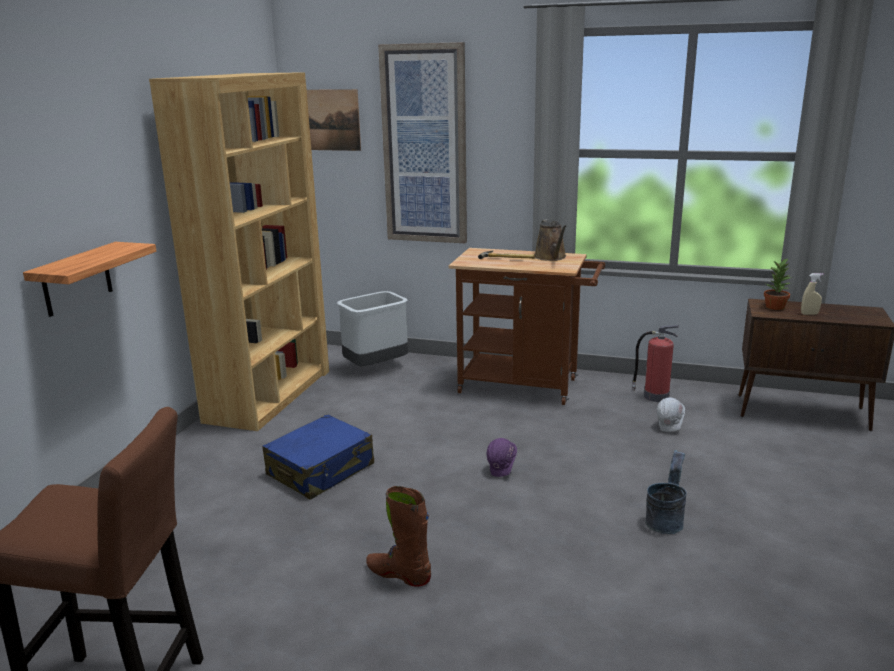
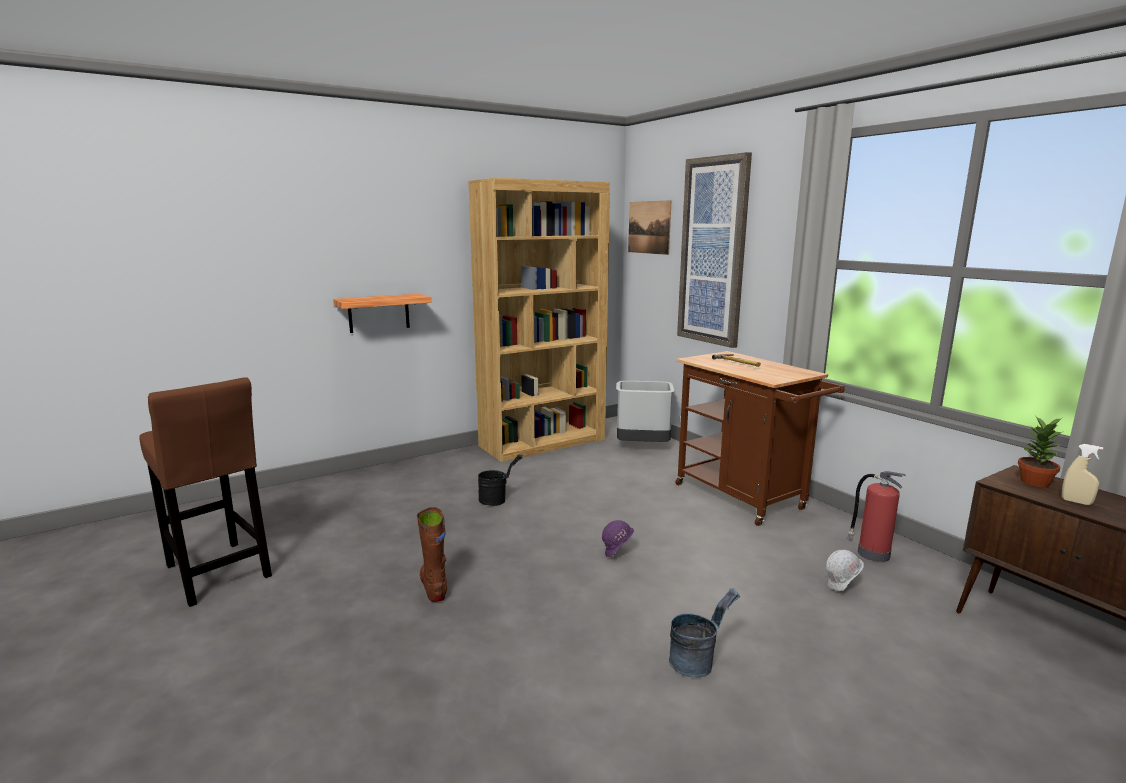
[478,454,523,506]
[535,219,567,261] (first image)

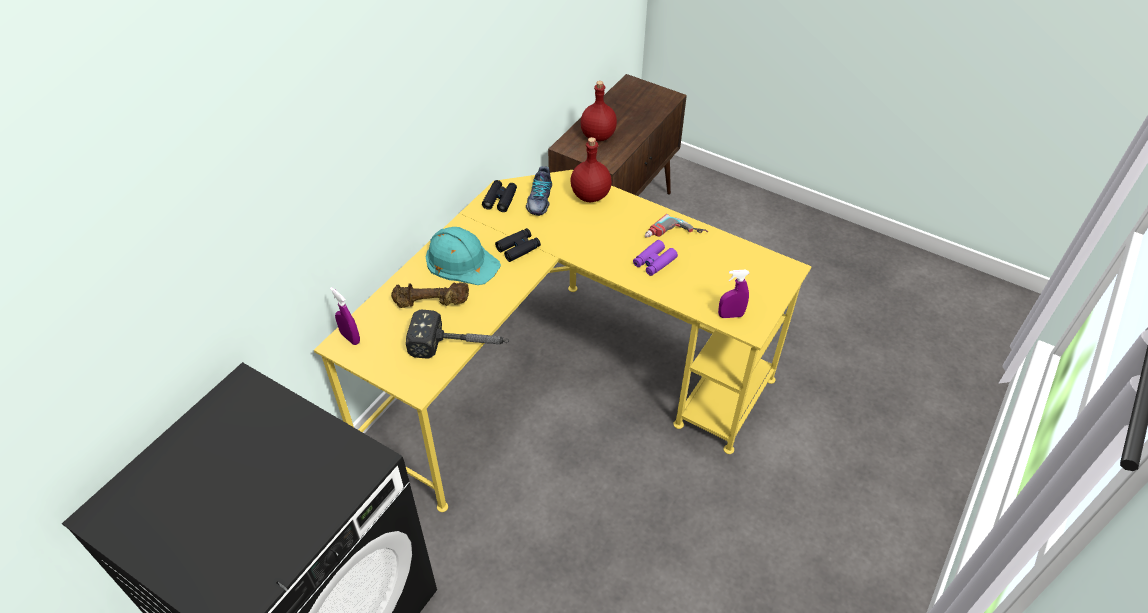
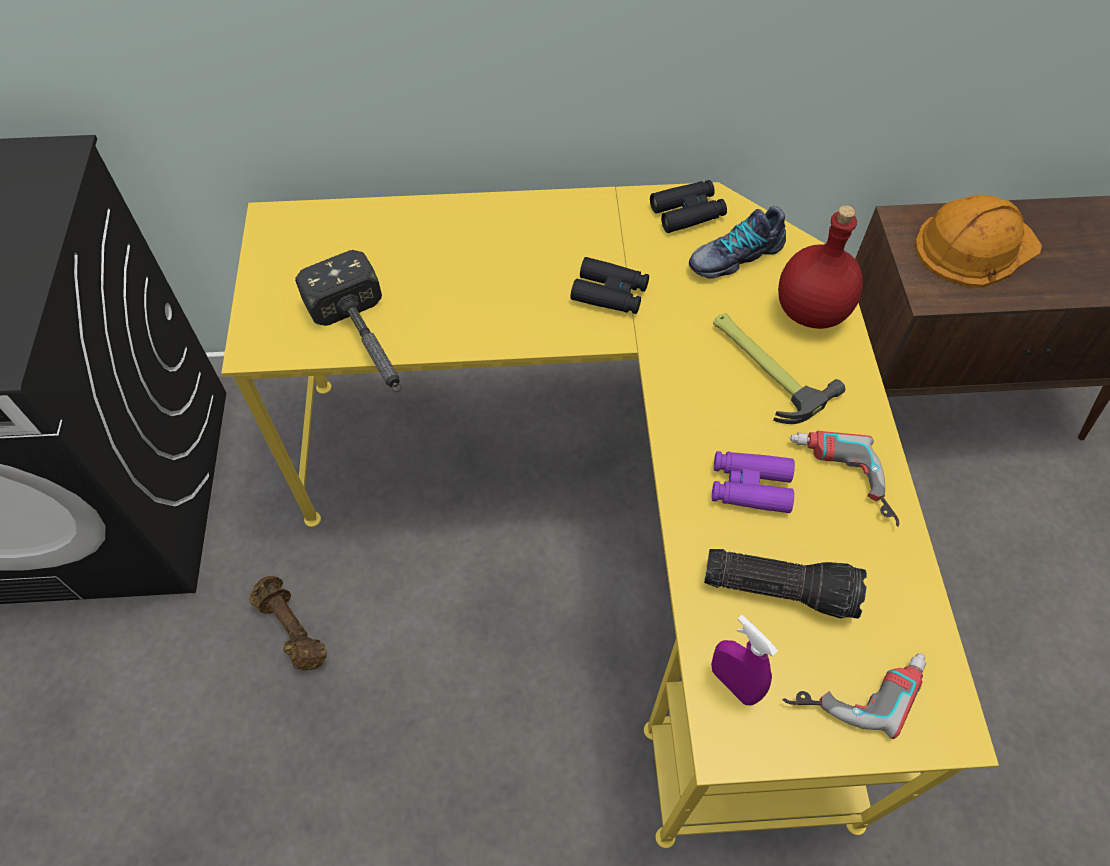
[330,287,360,345] (first image)
[249,576,327,670]
[426,227,501,285] (first image)
[915,195,1042,288]
[704,549,867,619]
[713,313,845,424]
[783,653,926,739]

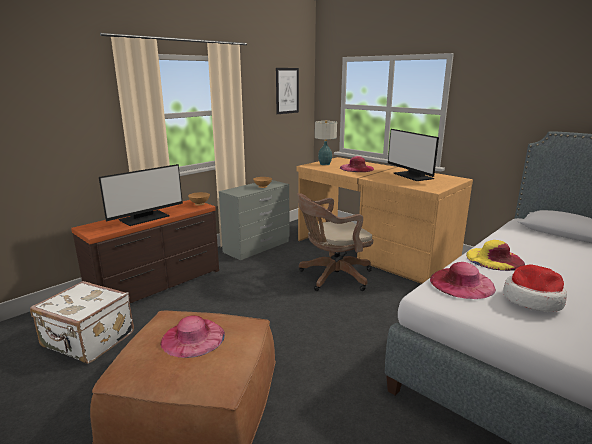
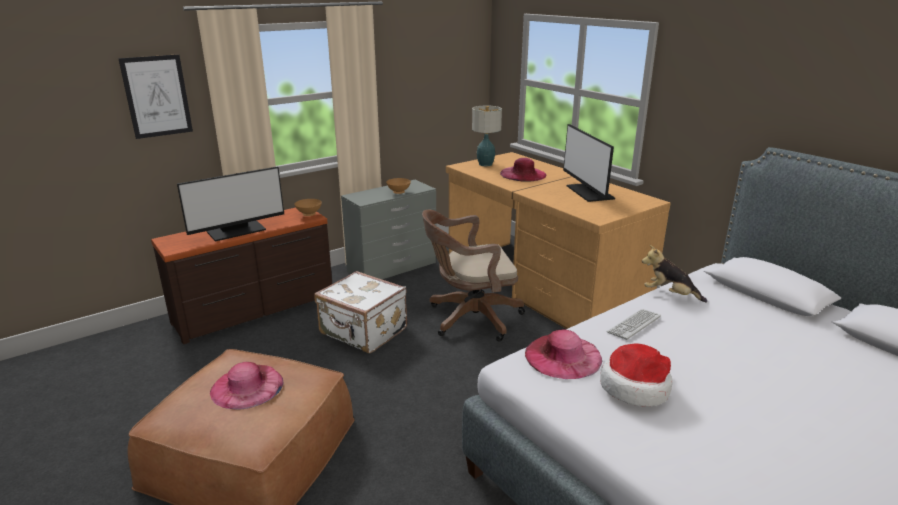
[314,271,407,353]
[118,54,193,139]
[607,309,661,340]
[642,245,707,303]

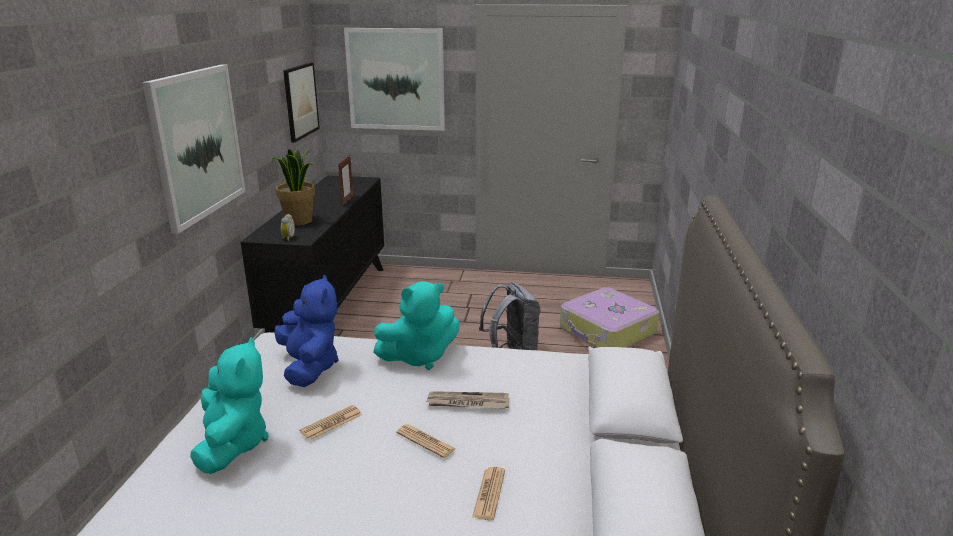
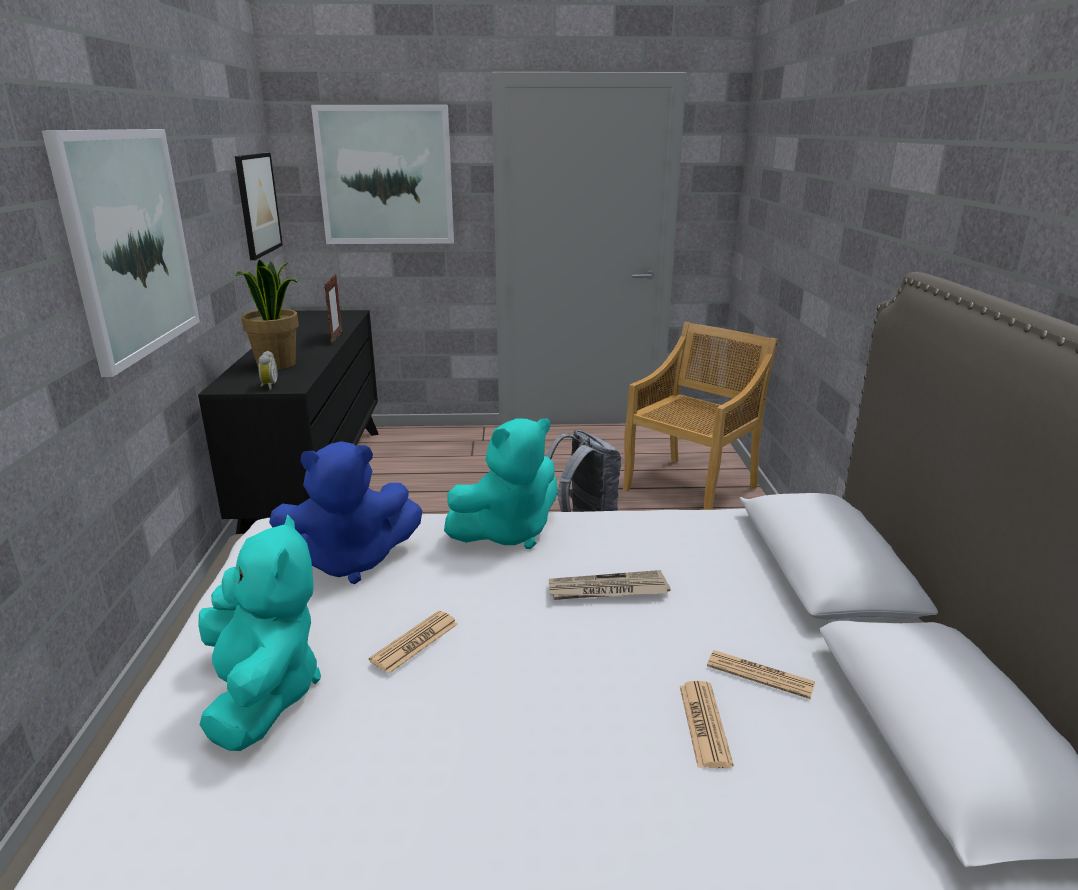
[269,441,422,584]
[707,650,815,699]
[623,321,778,510]

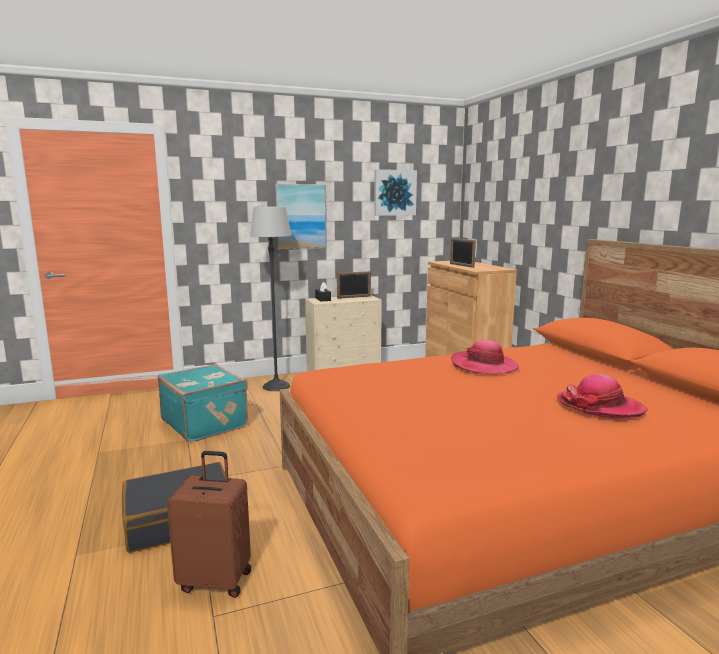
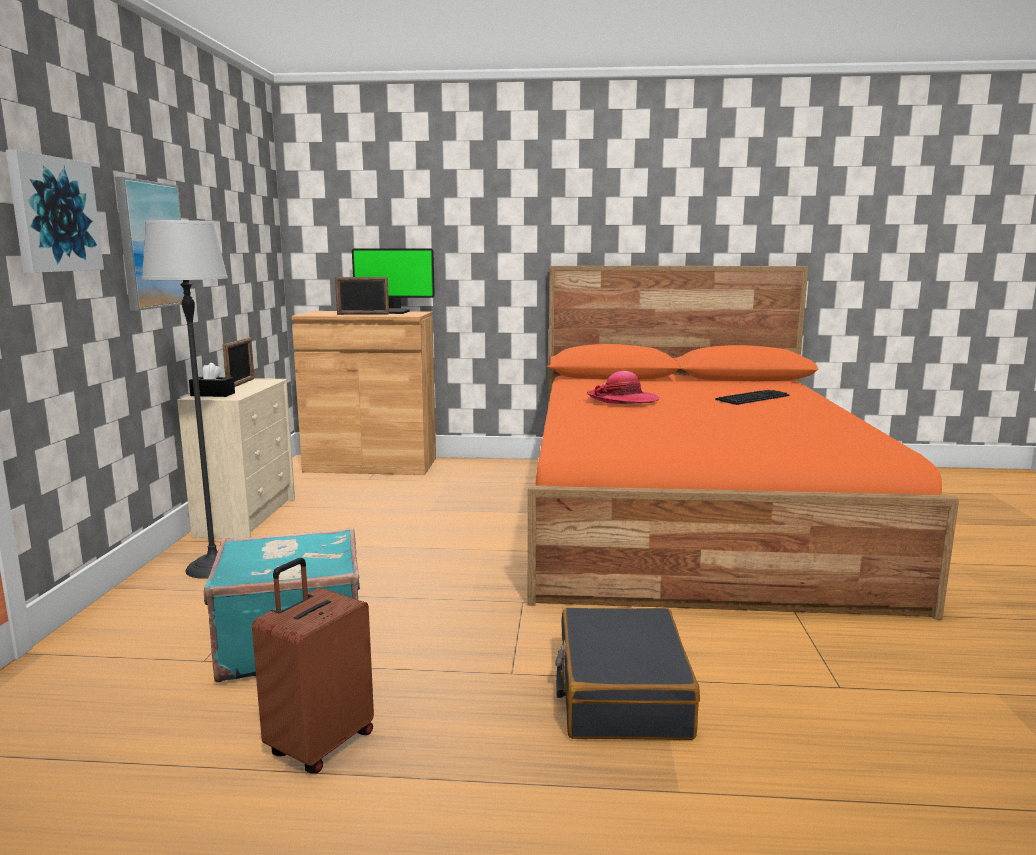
[252,558,374,773]
[6,150,104,273]
[715,390,790,405]
[352,249,435,314]

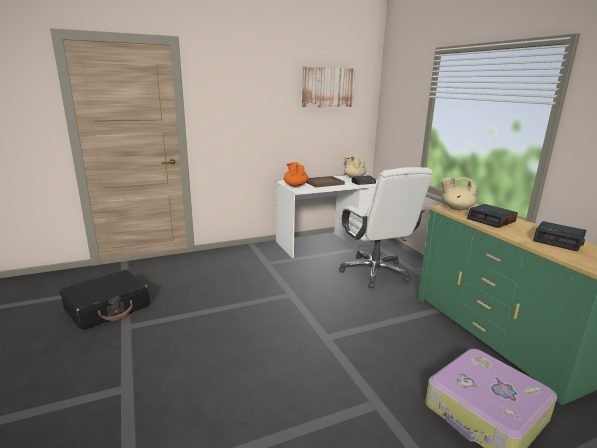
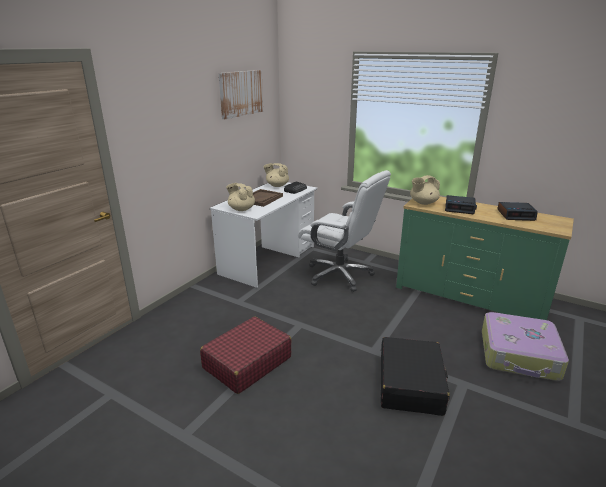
[381,337,450,416]
[226,183,255,211]
[200,316,292,394]

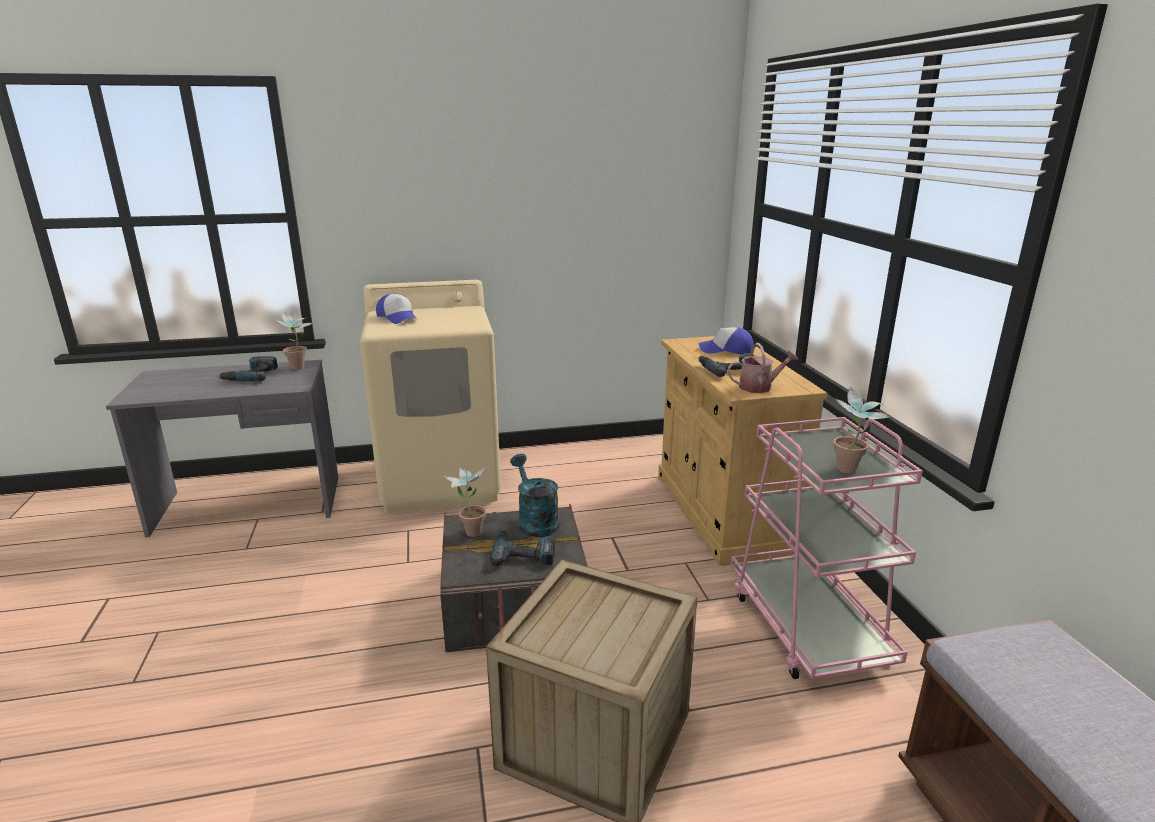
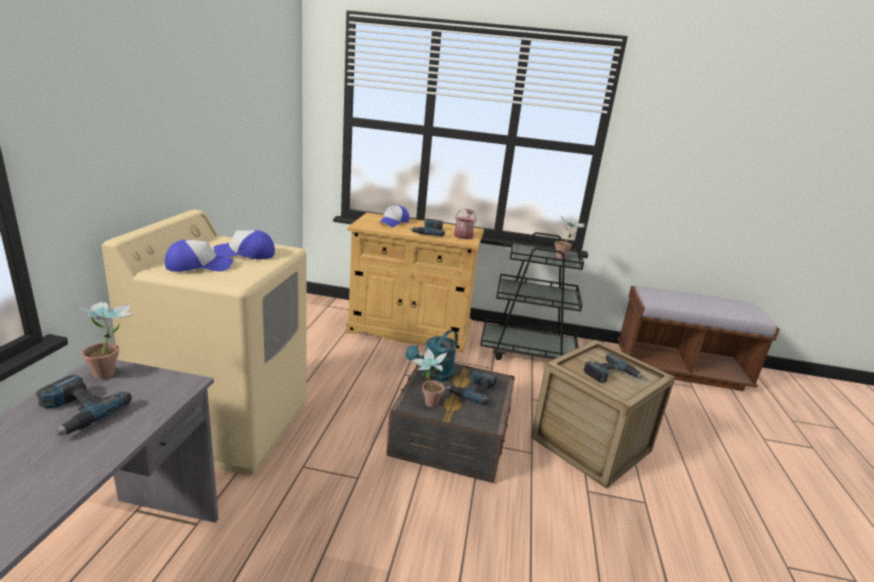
[406,330,458,381]
[480,232,584,360]
[214,230,275,259]
[584,354,644,383]

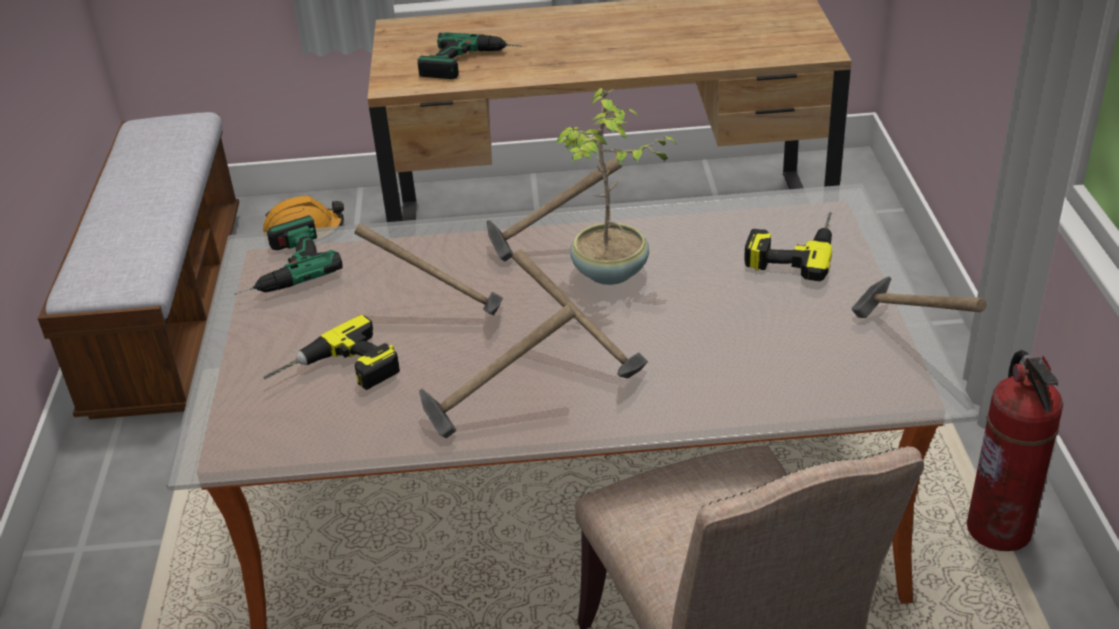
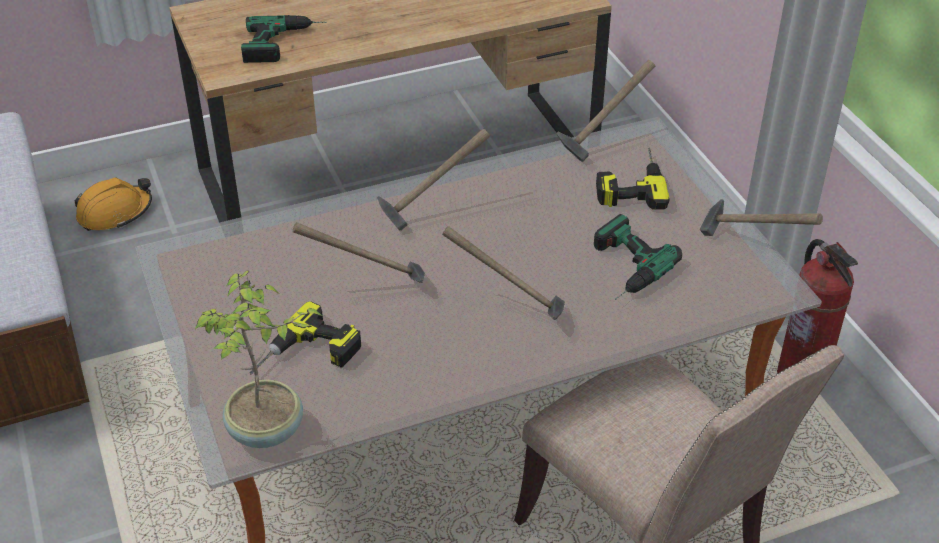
[594,214,682,300]
[556,60,655,162]
[195,270,322,448]

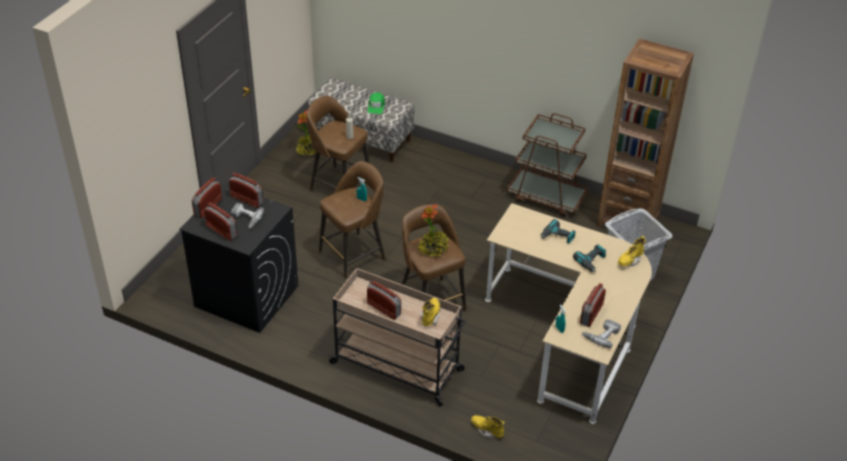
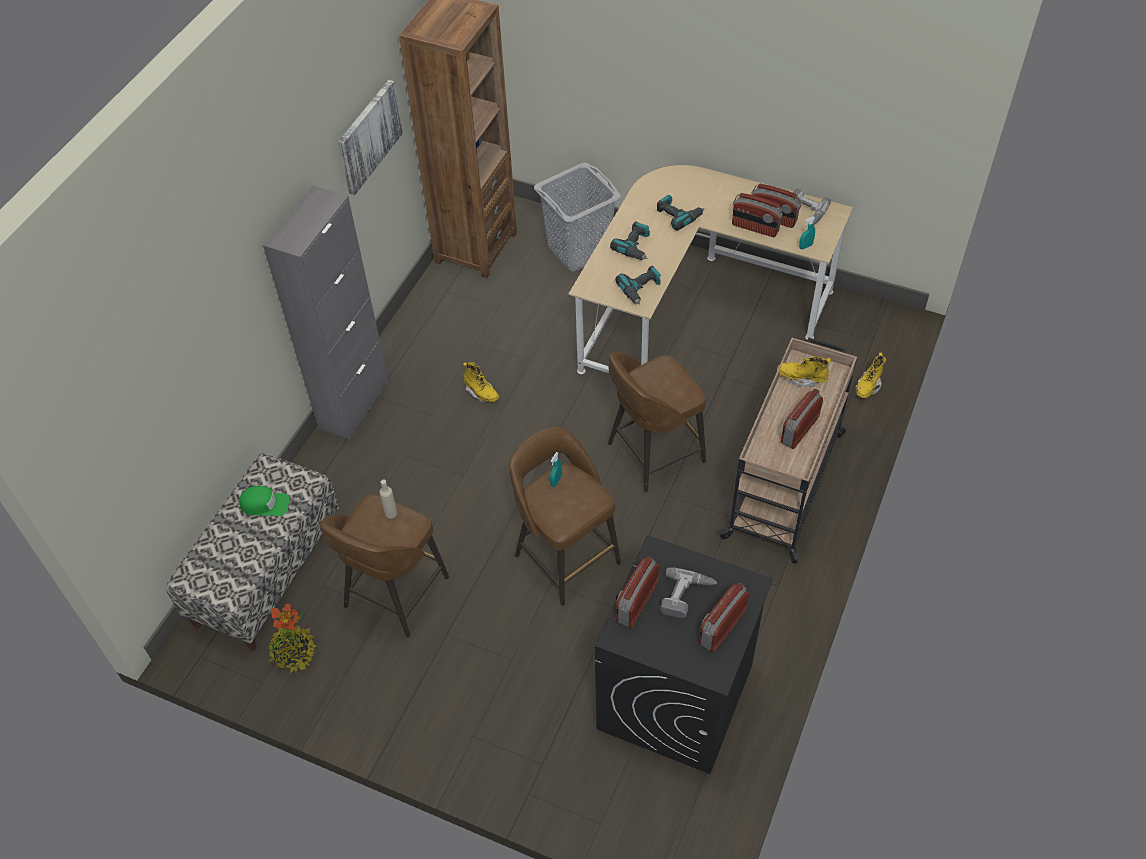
[732,193,783,237]
[418,204,448,257] (first image)
[507,113,588,218] (first image)
[463,362,499,402]
[263,186,389,439]
[338,80,403,195]
[615,265,661,305]

